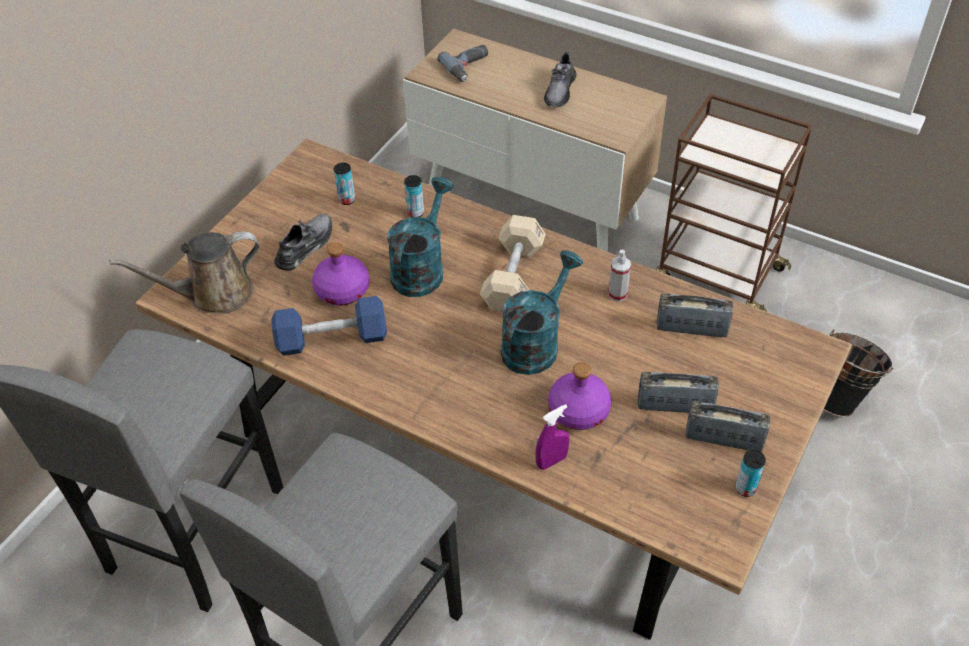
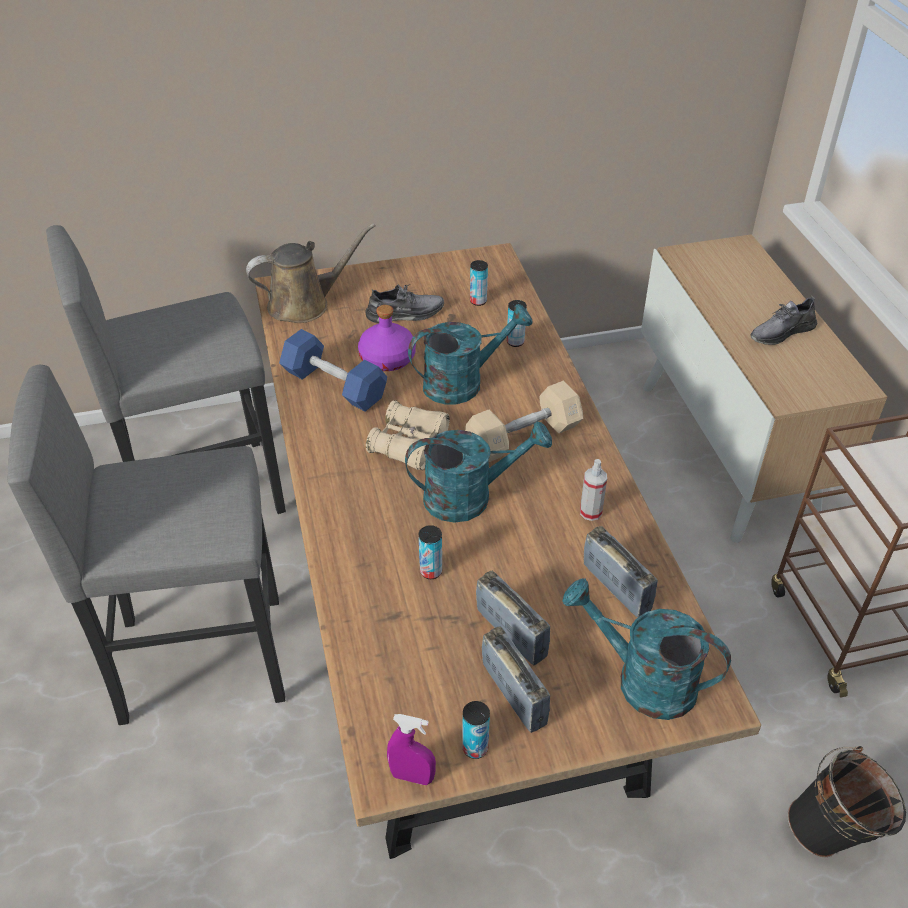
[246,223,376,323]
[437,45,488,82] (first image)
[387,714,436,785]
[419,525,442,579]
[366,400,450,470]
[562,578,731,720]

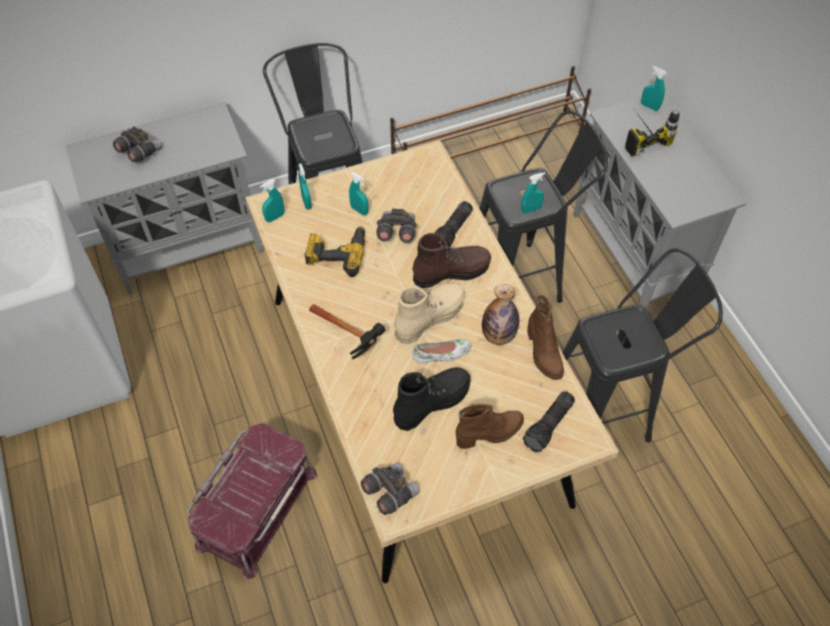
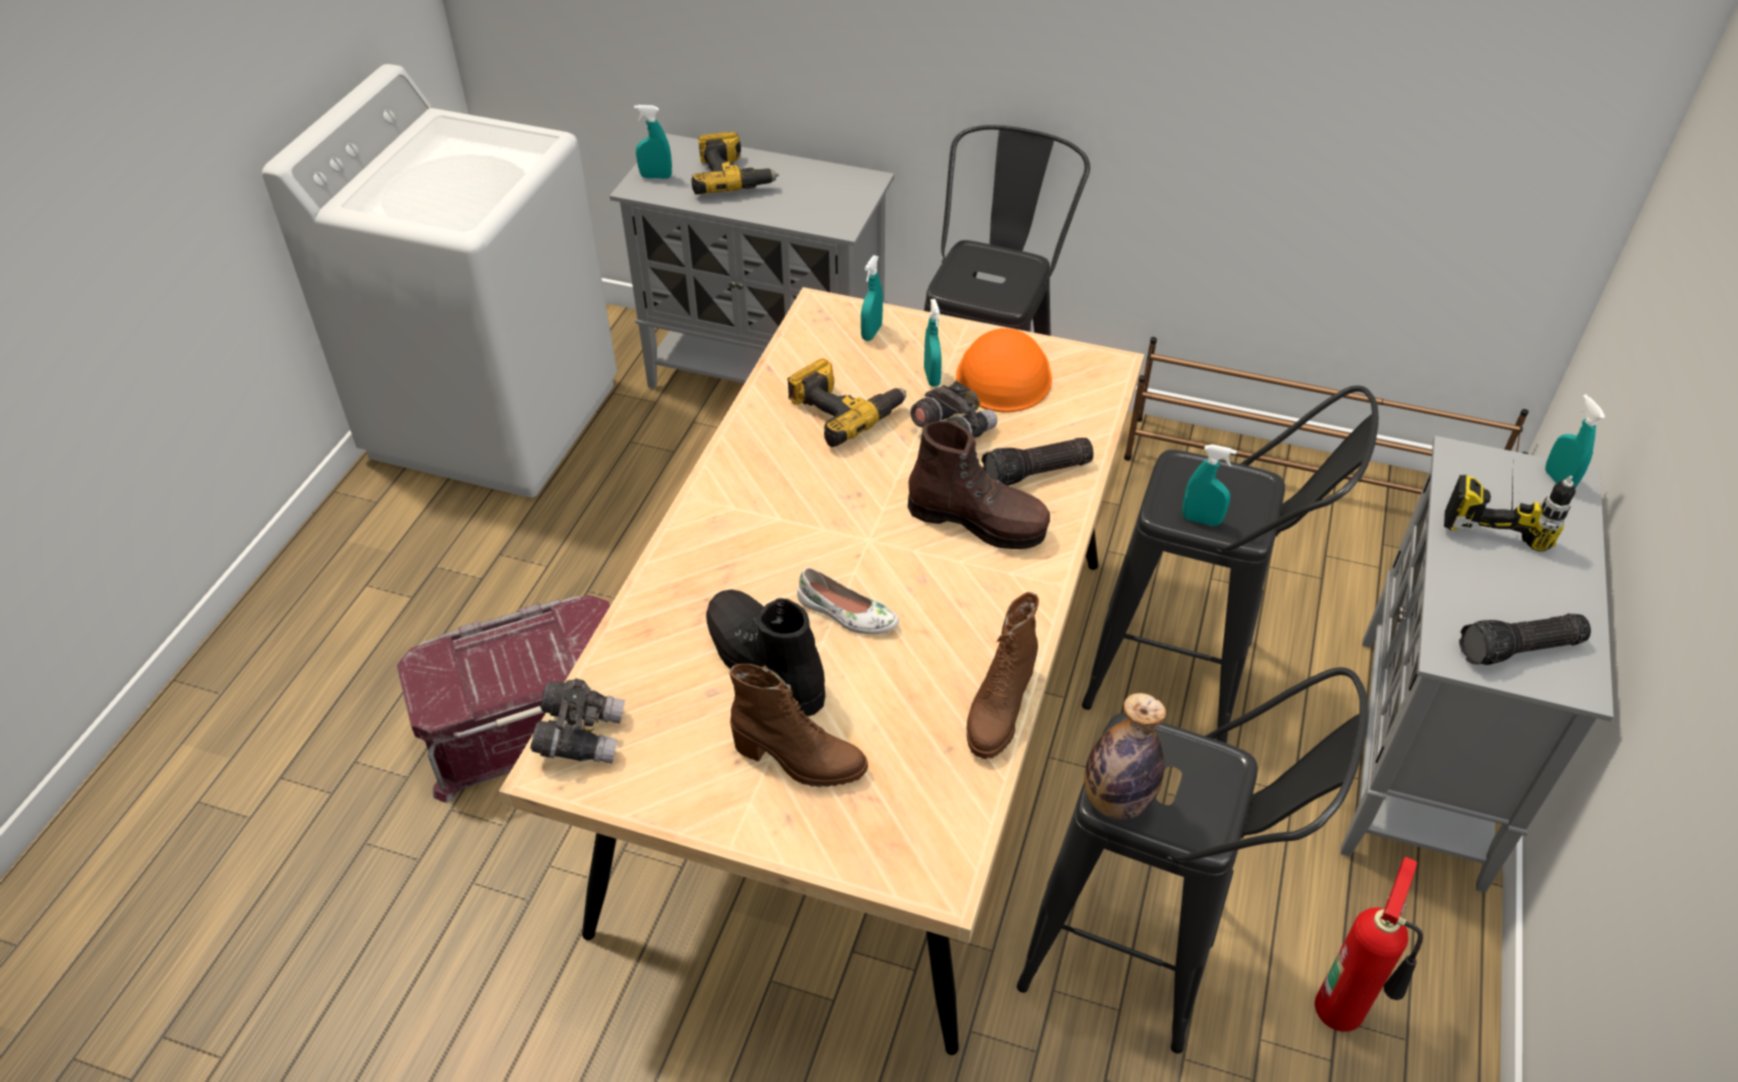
[692,132,779,194]
[634,105,672,179]
[309,304,385,359] (first image)
[706,589,825,716]
[394,283,465,344] (first image)
[1084,693,1166,820]
[1459,614,1591,665]
[956,328,1052,412]
[1315,857,1423,1032]

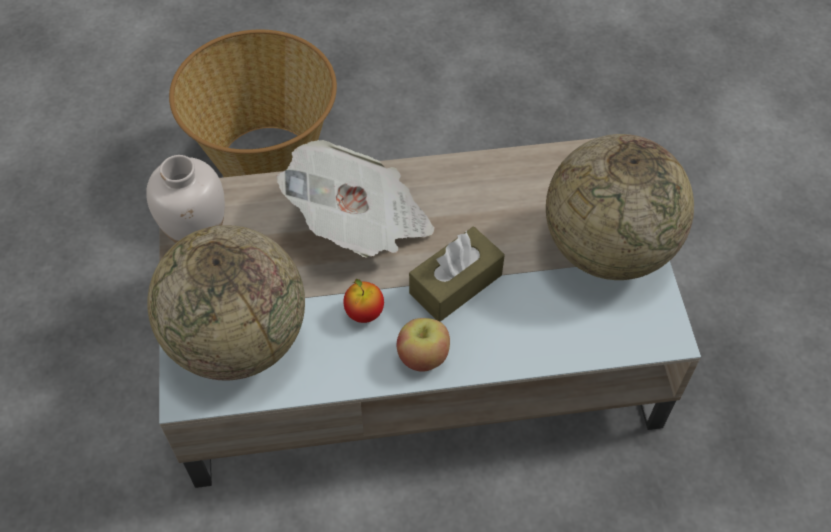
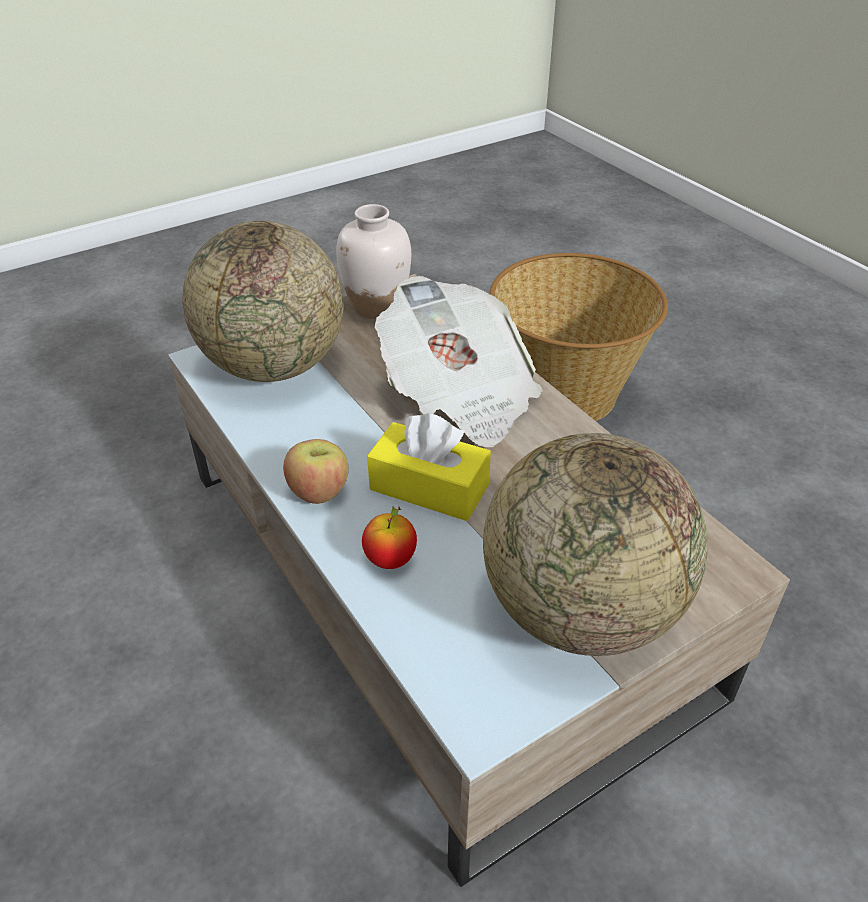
[362,507,417,569]
[367,413,491,521]

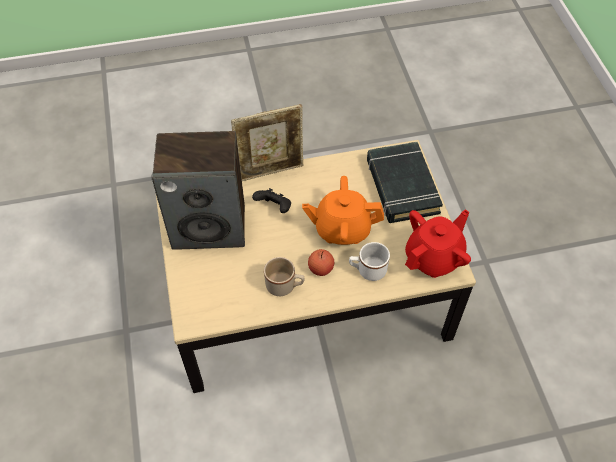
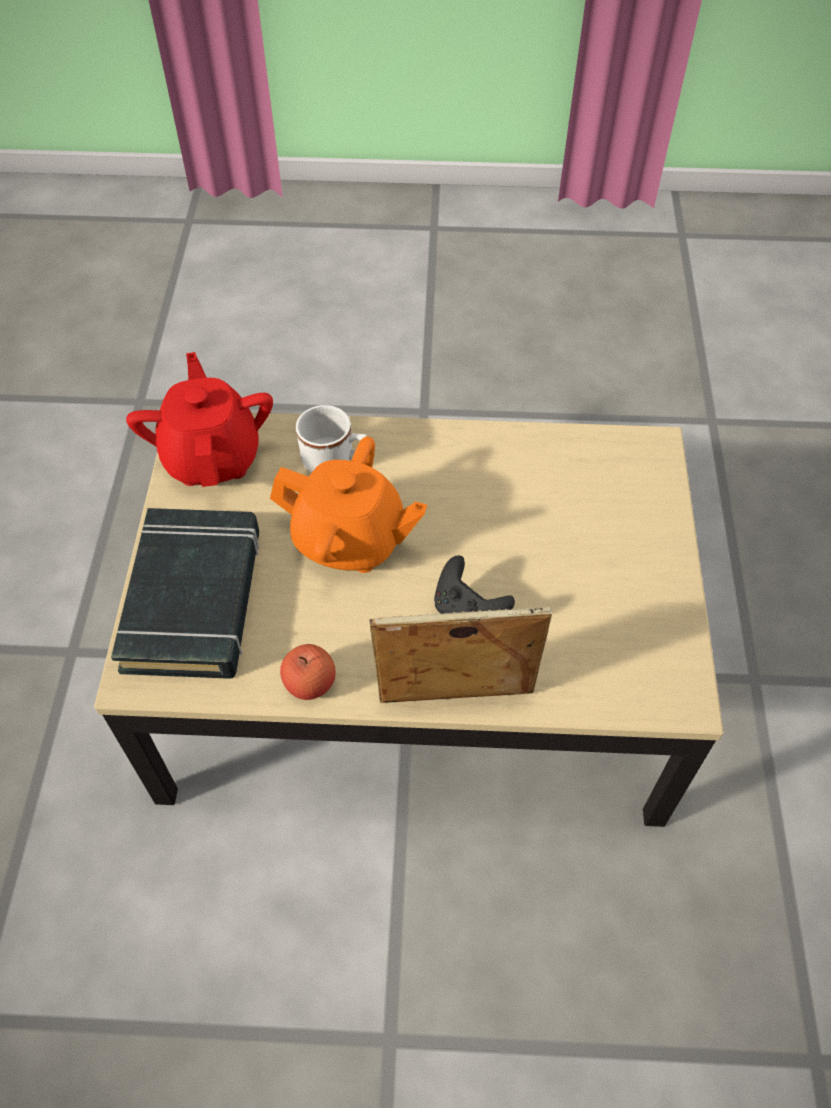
[152,131,245,250] (first image)
[264,257,304,296] (first image)
[280,644,336,700]
[126,352,273,487]

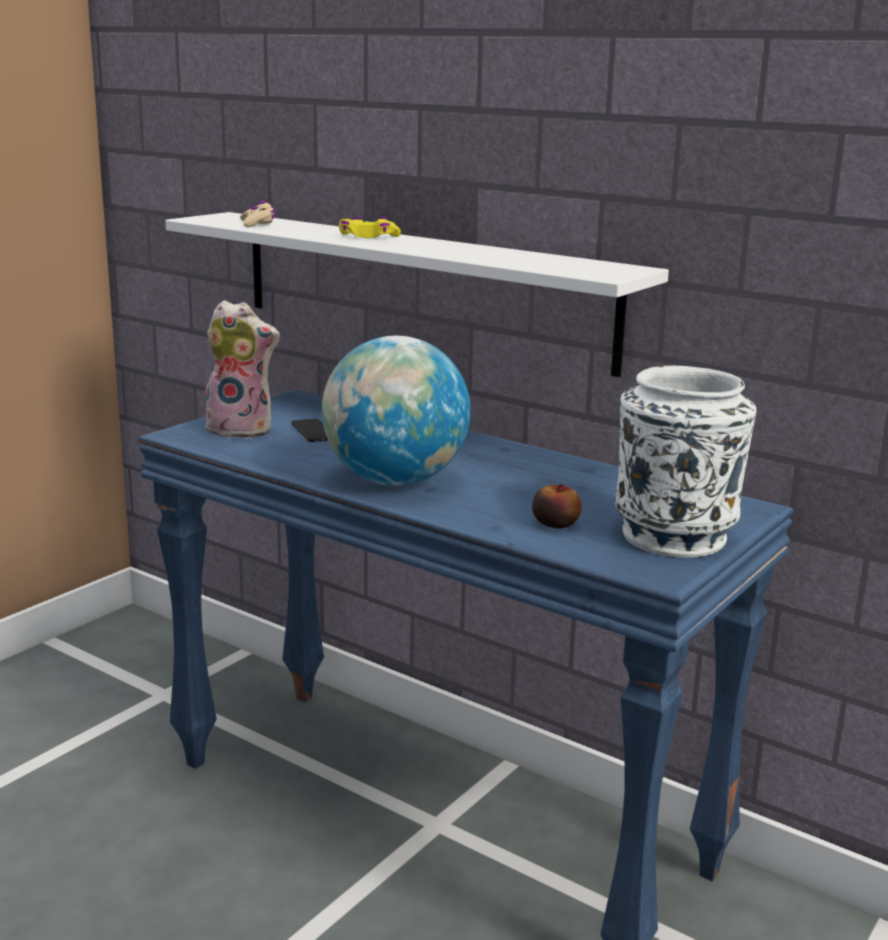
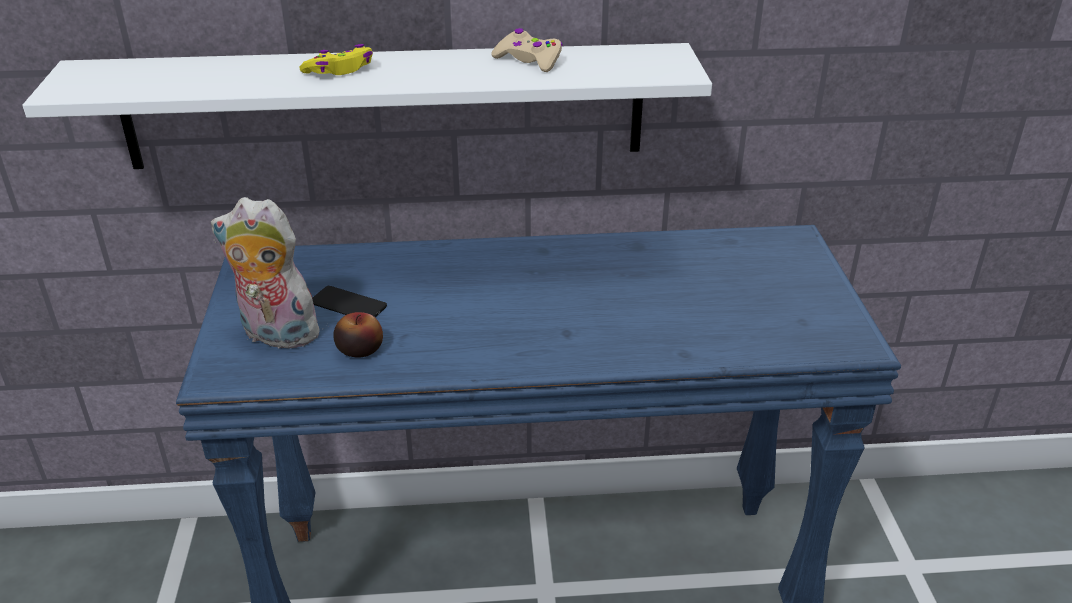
[211,197,325,353]
[491,28,563,72]
[322,336,471,485] (first image)
[333,312,383,358]
[615,366,756,558] (first image)

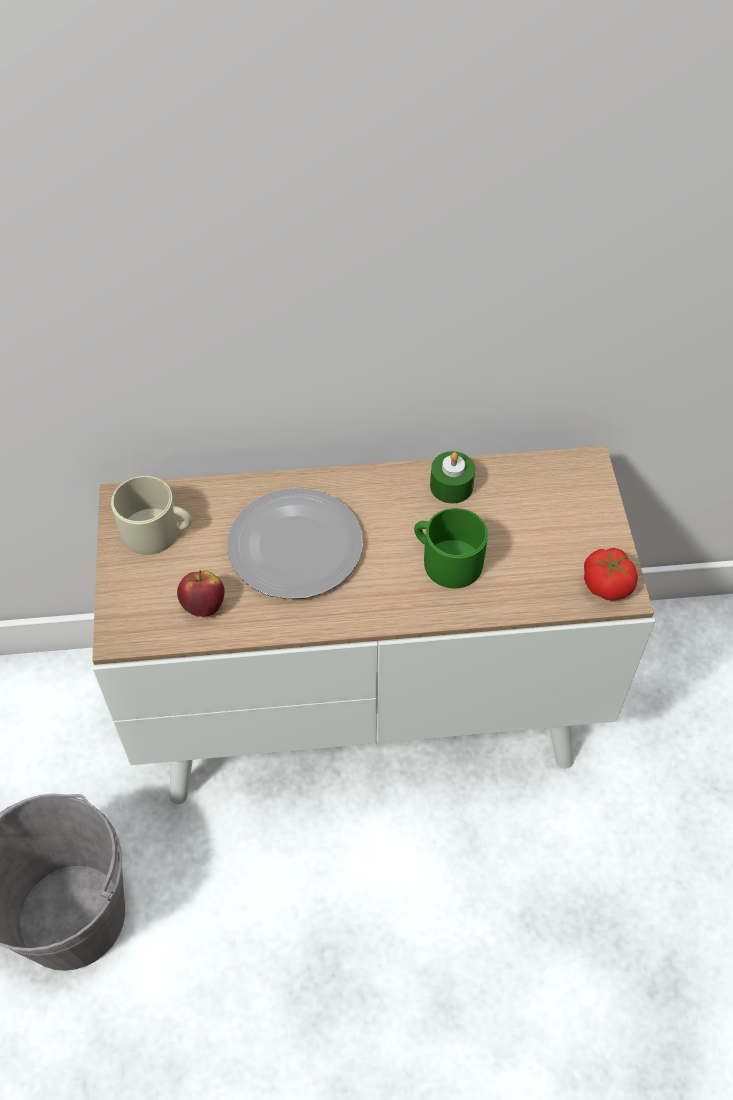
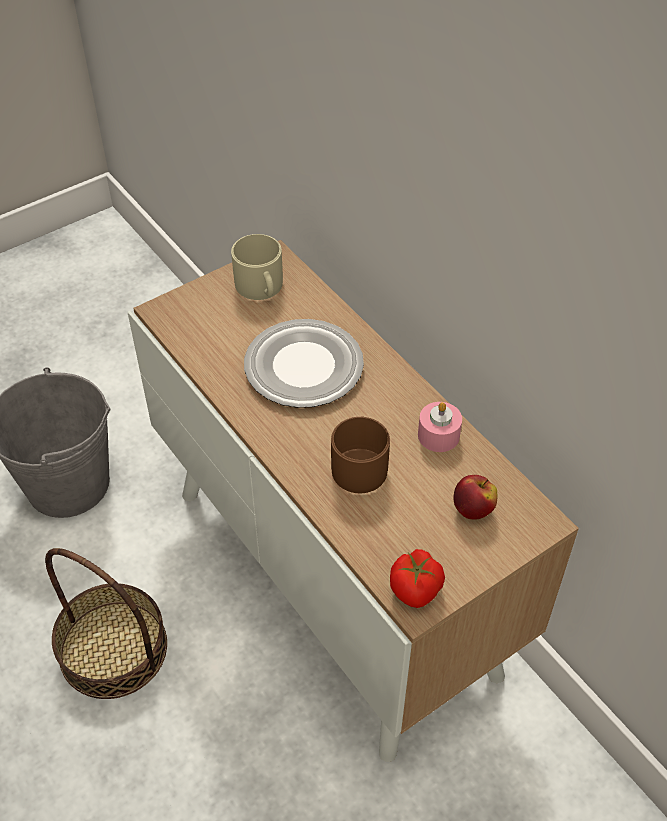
[454,475,497,520]
[331,416,390,493]
[418,402,462,452]
[45,548,167,699]

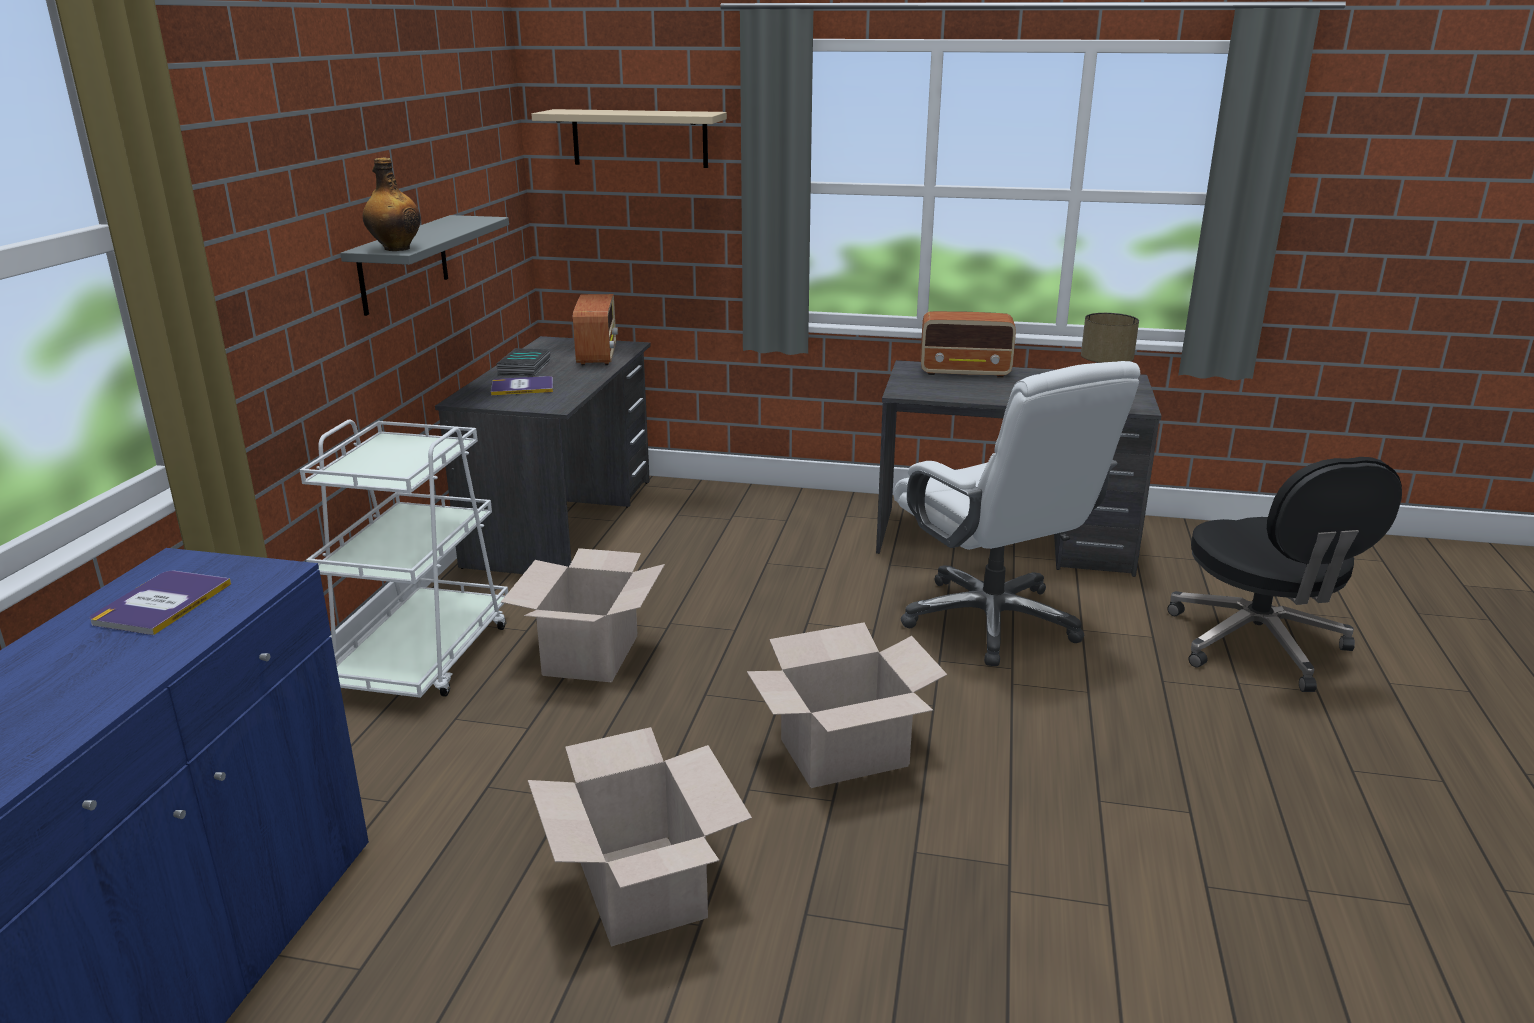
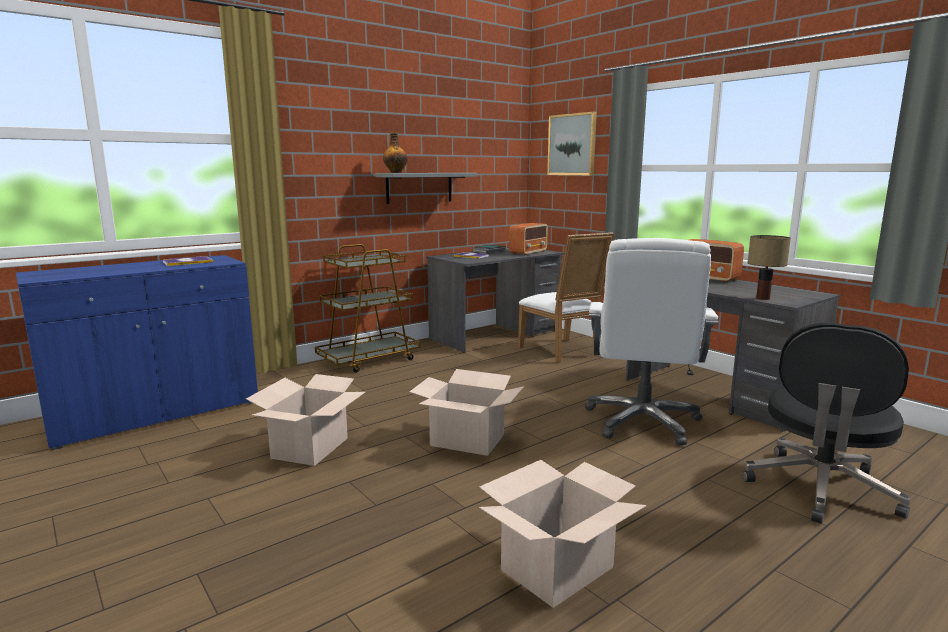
[315,244,420,373]
[479,460,646,608]
[547,112,597,175]
[518,232,615,363]

